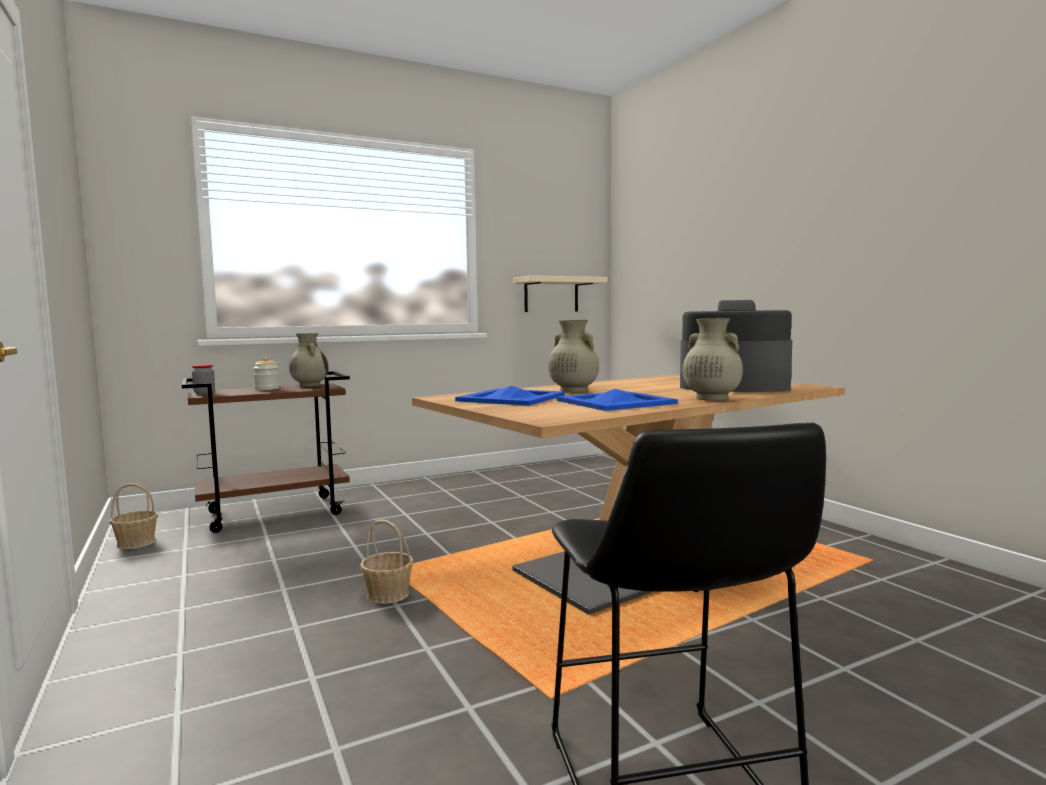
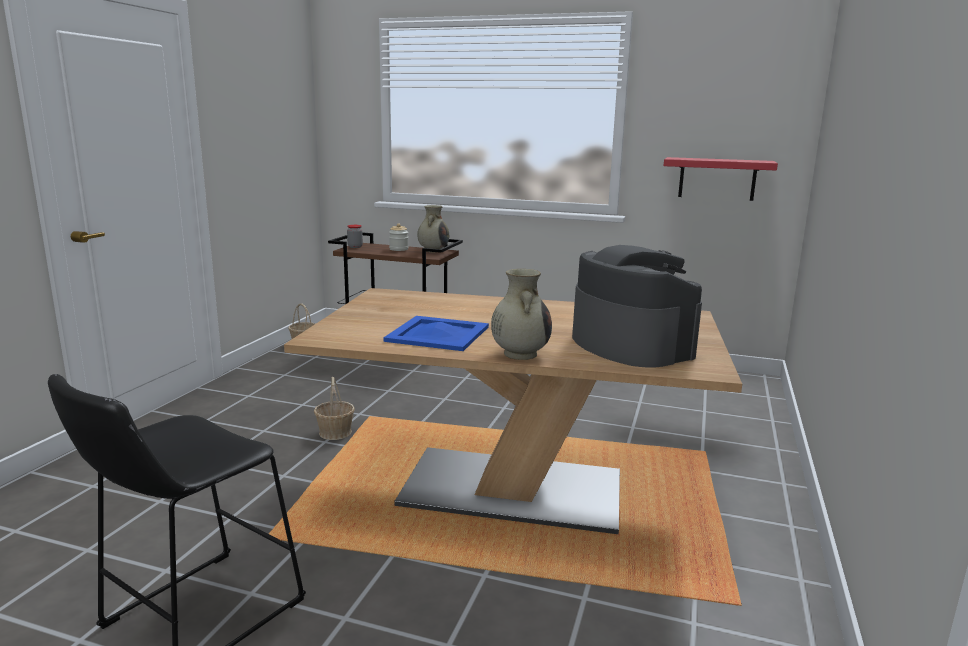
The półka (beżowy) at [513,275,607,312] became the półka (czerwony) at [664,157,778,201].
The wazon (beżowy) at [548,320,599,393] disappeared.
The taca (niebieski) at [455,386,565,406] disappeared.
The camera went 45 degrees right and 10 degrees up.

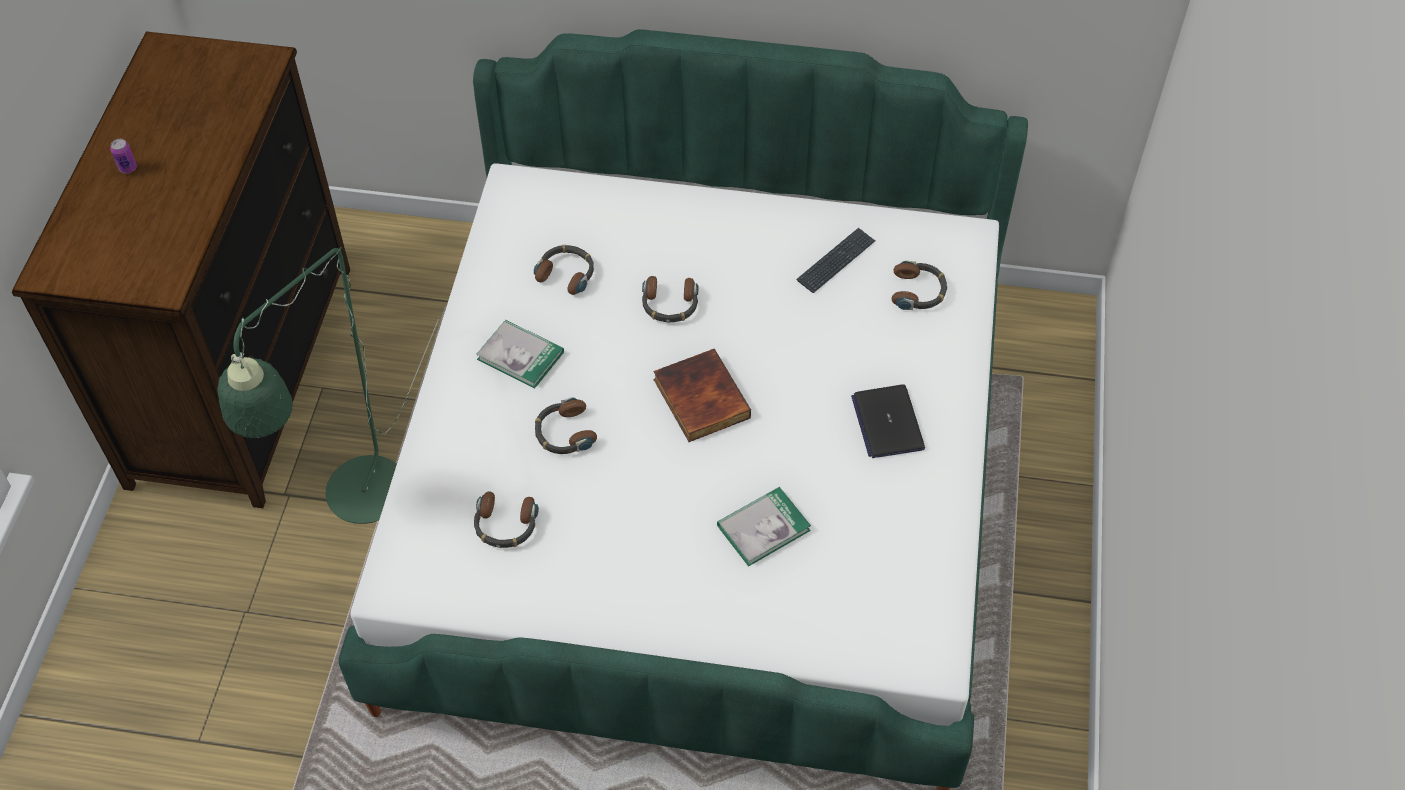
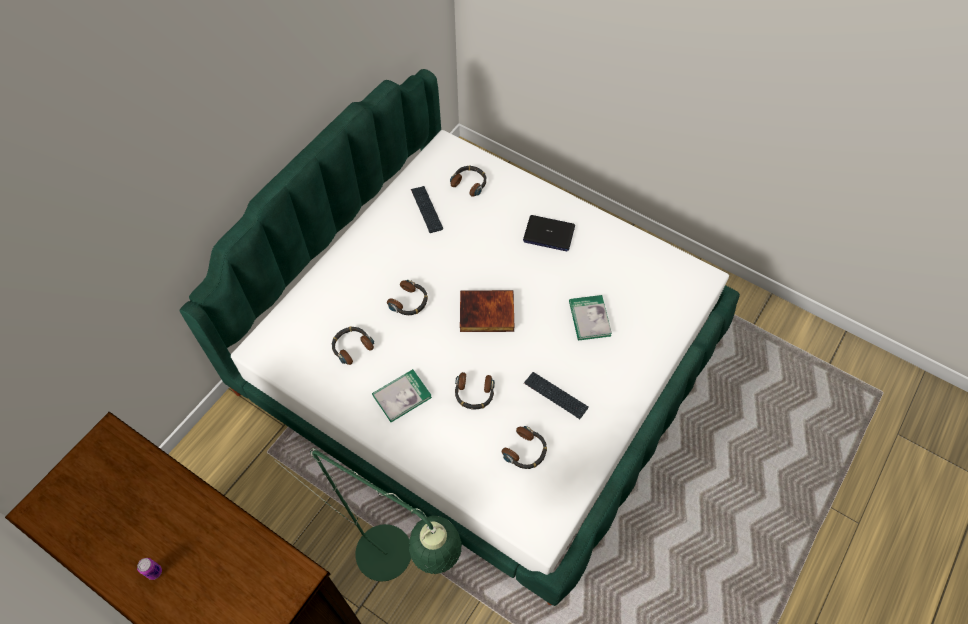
The klawiatura at [524,372,589,419] appeared.
The camera went 65 degrees left and 5 degrees up.

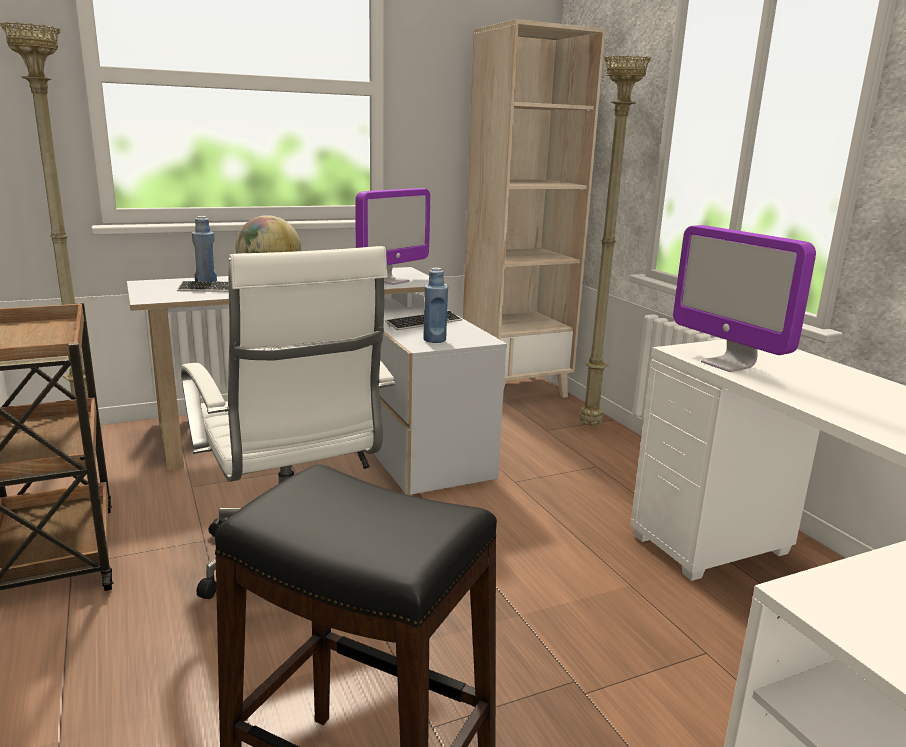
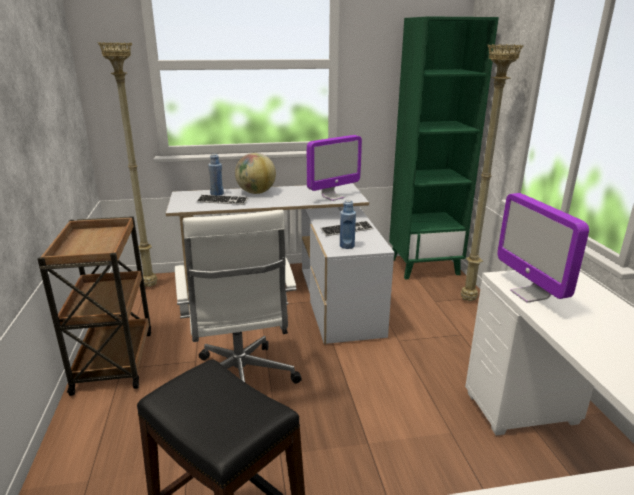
The regał (beżowy) at [463,19,606,398] became the regał (zielony) at [389,16,499,280].
The camera went 15 degrees right and 5 degrees up.

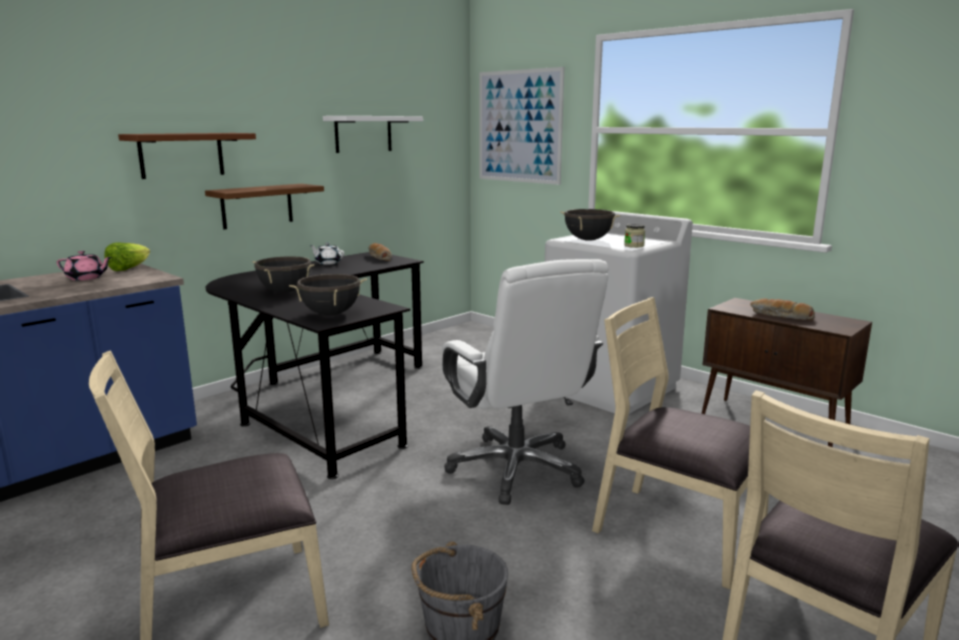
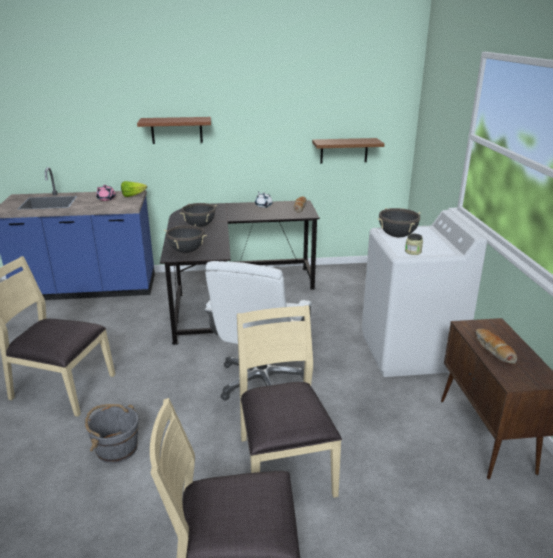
The obraz at [479,67,564,185] disappeared.
The półka (biały) at [323,116,423,153] disappeared.
The półka (brązowy) moved from [205,184,324,229] to [312,138,385,164].
The camera went 40 degrees right and 10 degrees up.

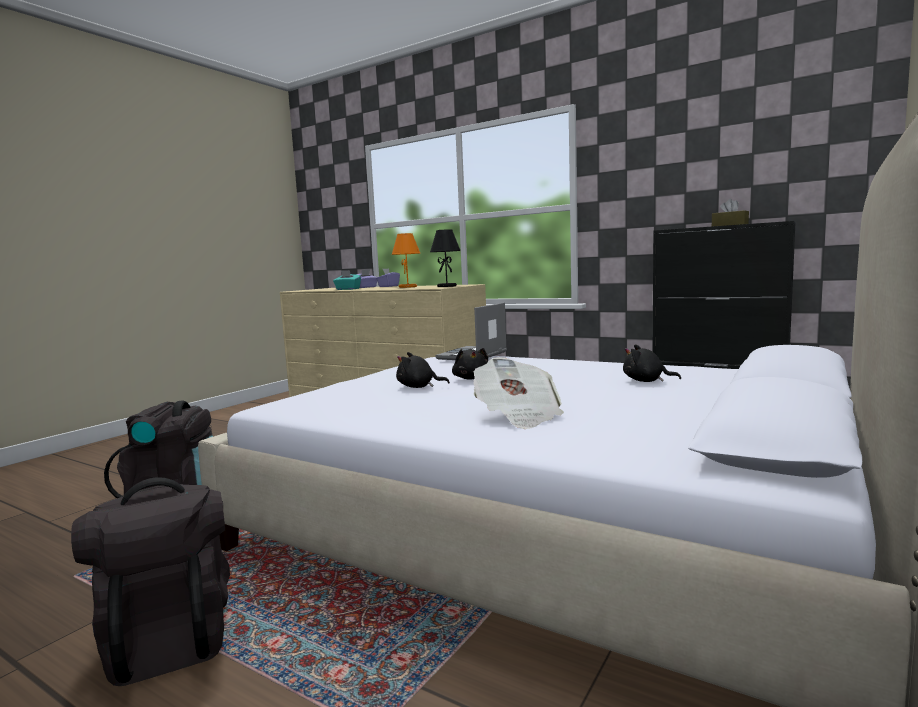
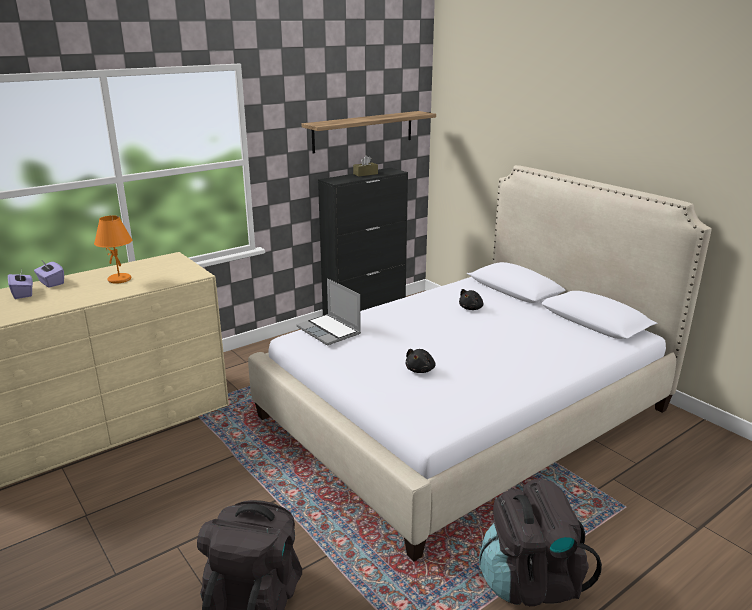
The lampa stołowa (czarny) at [430,229,461,287] disappeared.
The pudełko chusteczek (turkusowy) at [333,270,361,290] disappeared.
The pluszak (czarny) at [452,348,488,380] disappeared.
The gazeta at [473,357,564,429] disappeared.
The półka at [302,111,436,153] appeared.
The camera went 70 degrees left and 15 degrees up.

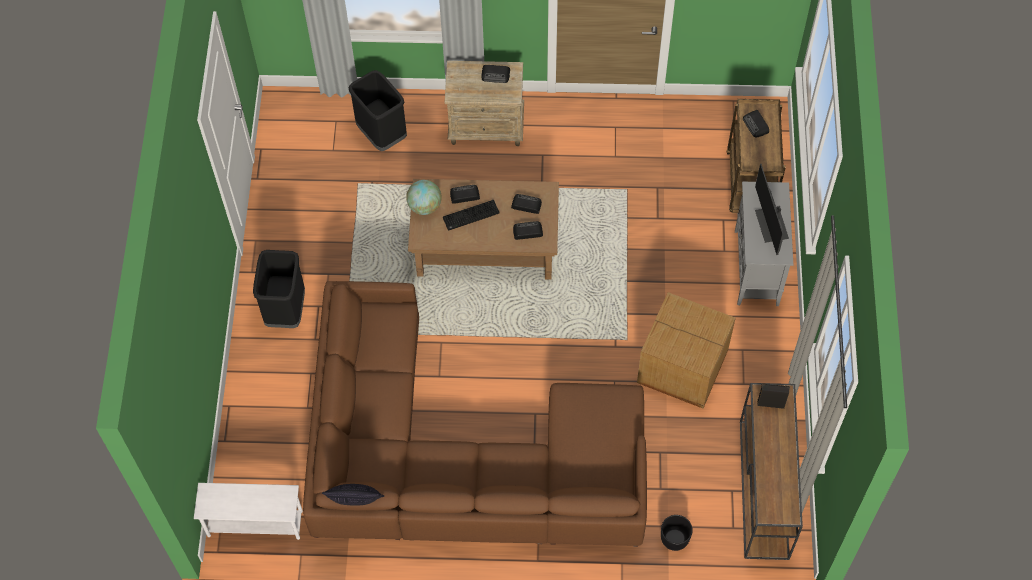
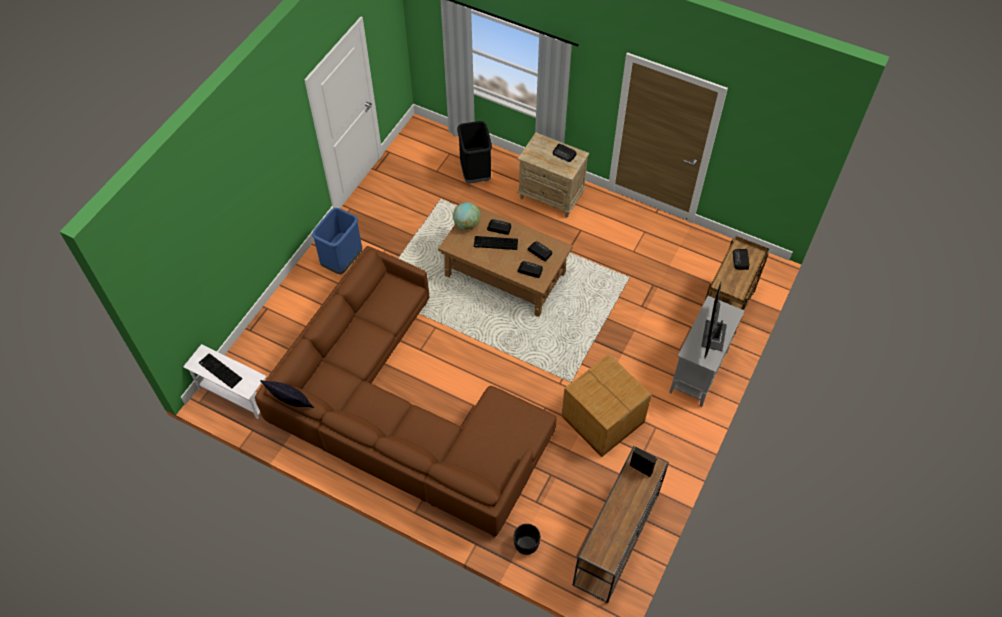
The kosz na śmieci (czarny) at [253,250,305,328] became the kosz na śmieci (niebieski) at [312,208,362,274].
The klawiatura at [199,353,242,388] appeared.
The camera went 25 degrees right and 5 degrees down.

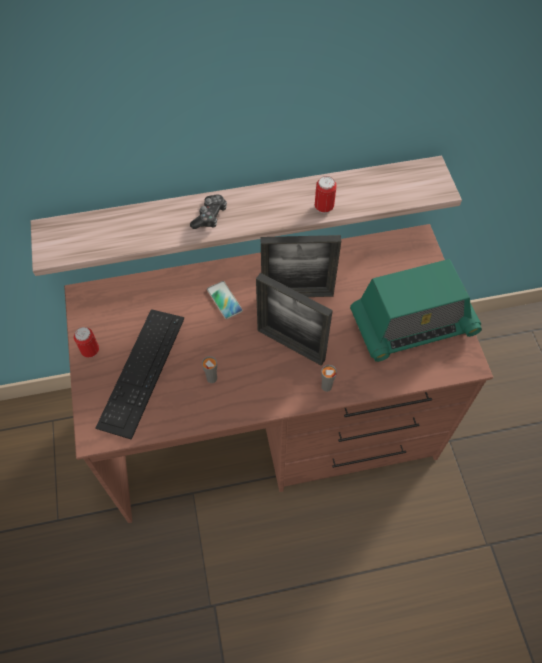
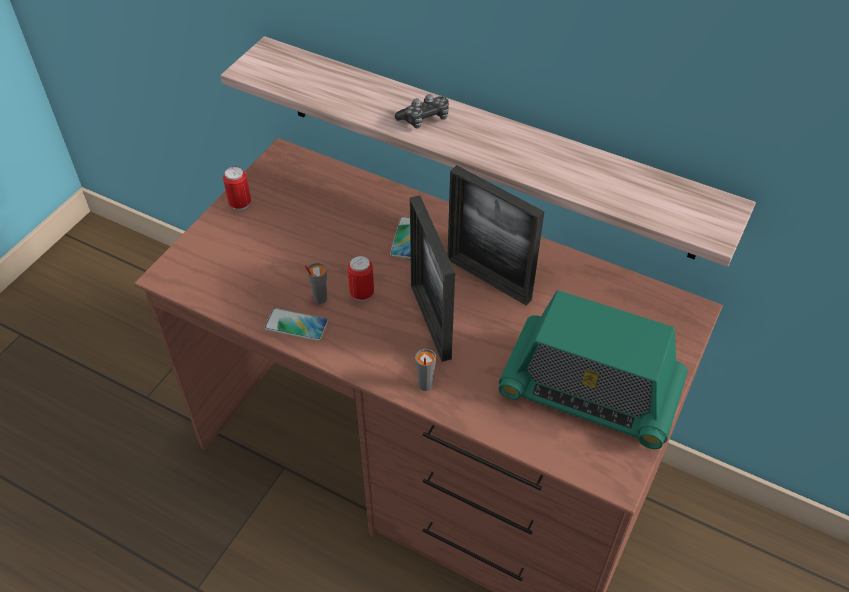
The puszka moved from [315,176,337,213] to [348,256,374,301].
The klawiatura at [95,309,184,440] disappeared.
The telefon at [264,308,328,341] appeared.
The camera went 40 degrees right and 10 degrees down.

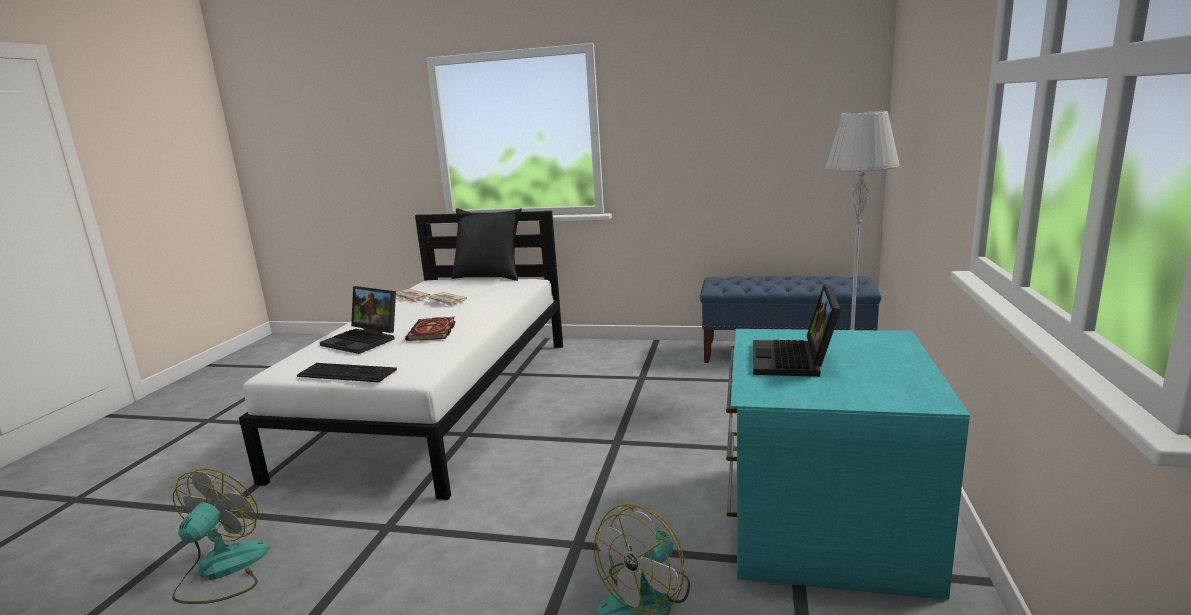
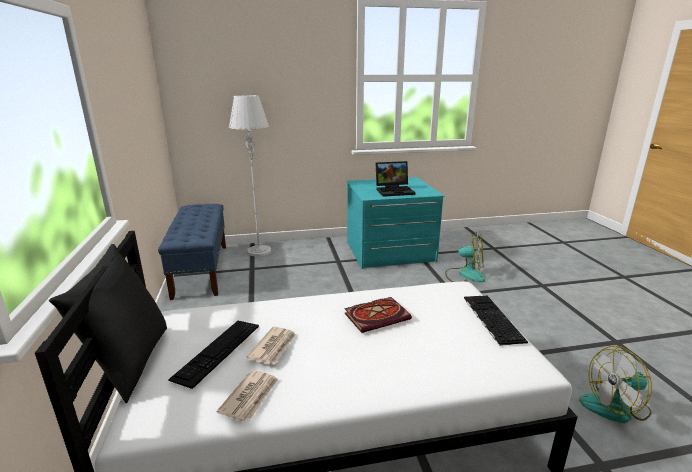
The laptop at [320,286,396,354] disappeared.
The klawiatura at [168,321,259,389] appeared.
The camera went 115 degrees left and 5 degrees up.

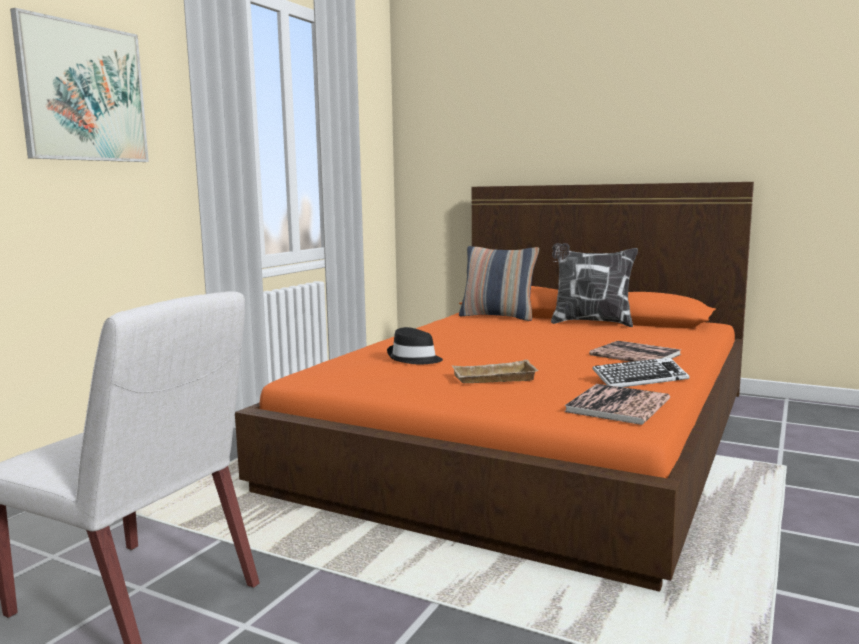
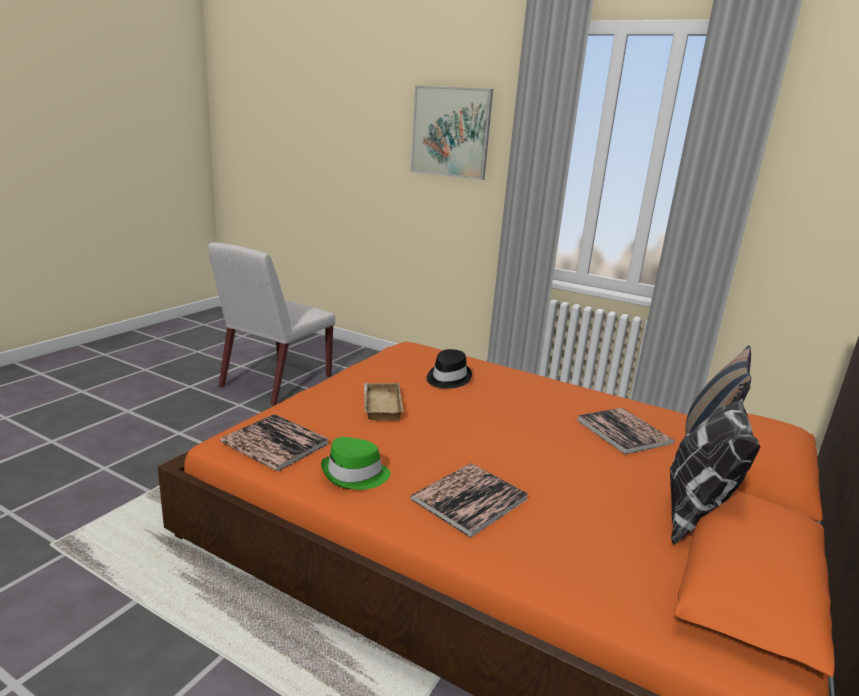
The klawiatura at [592,358,689,387] was replaced by the kapelusz (zielony) at [321,437,390,490].
The książka at [577,408,674,455] appeared.
The camera went 90 degrees right and 10 degrees up.

